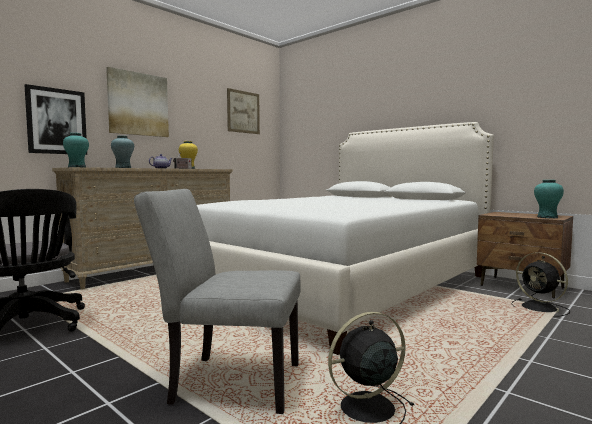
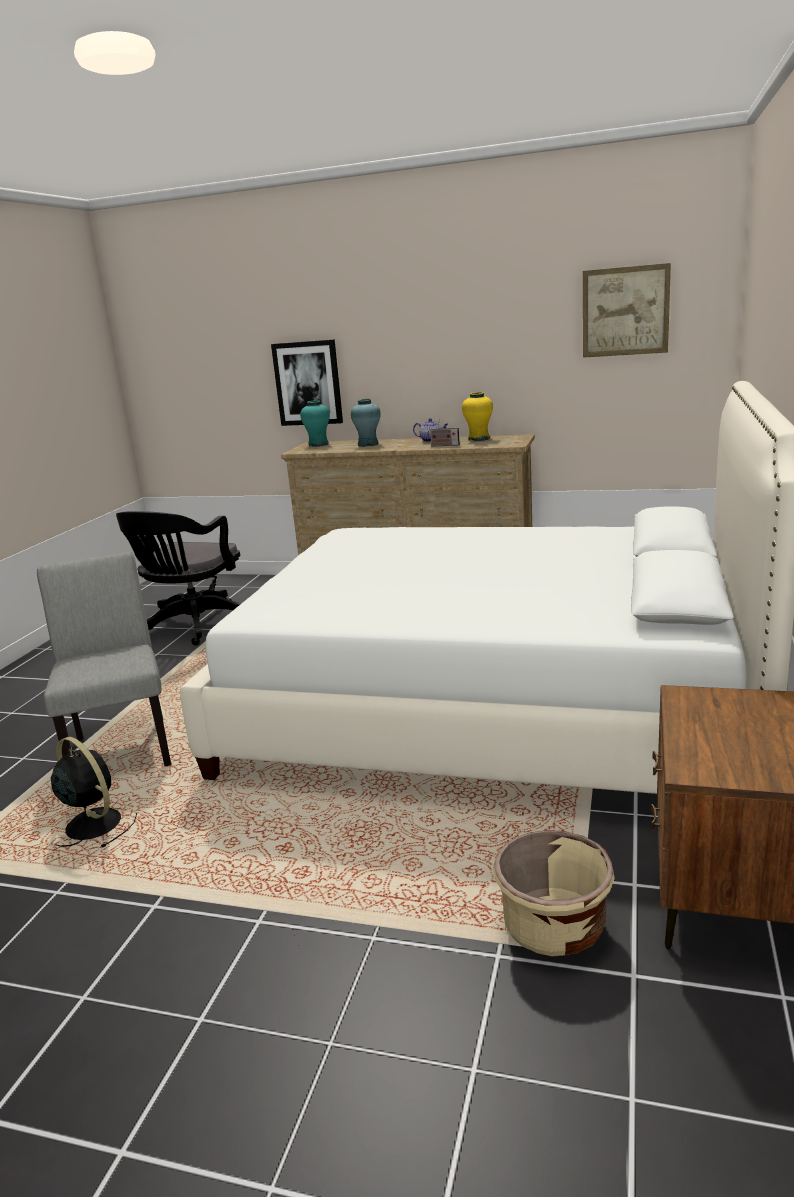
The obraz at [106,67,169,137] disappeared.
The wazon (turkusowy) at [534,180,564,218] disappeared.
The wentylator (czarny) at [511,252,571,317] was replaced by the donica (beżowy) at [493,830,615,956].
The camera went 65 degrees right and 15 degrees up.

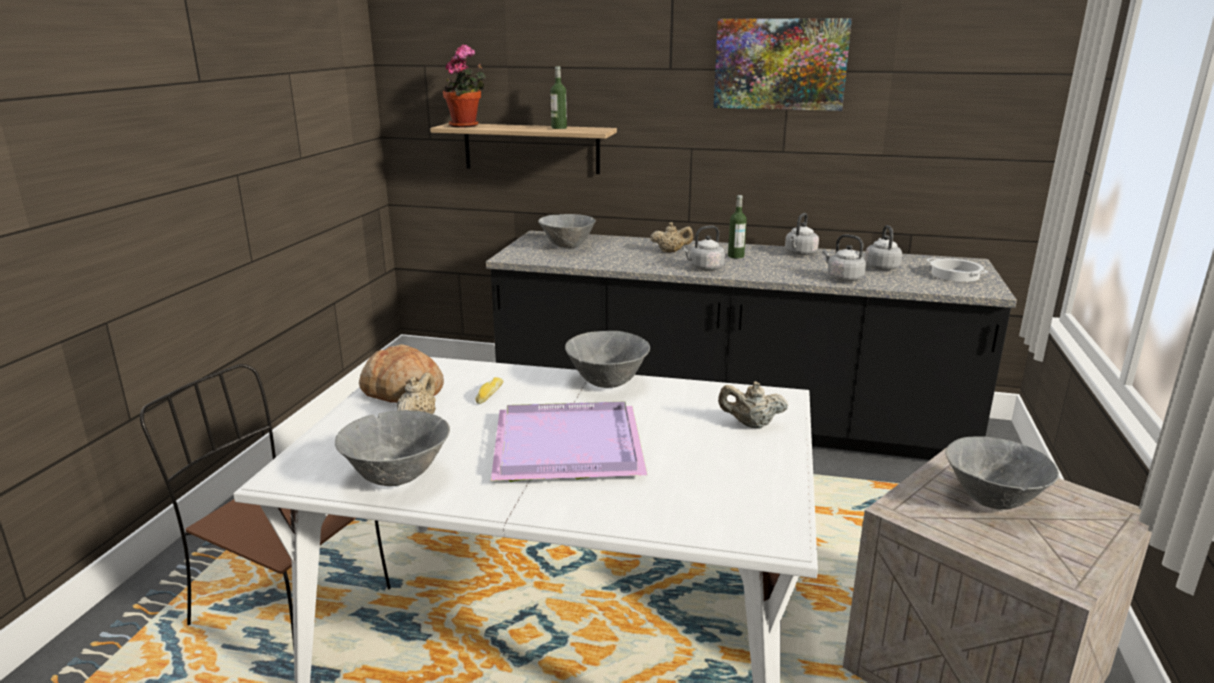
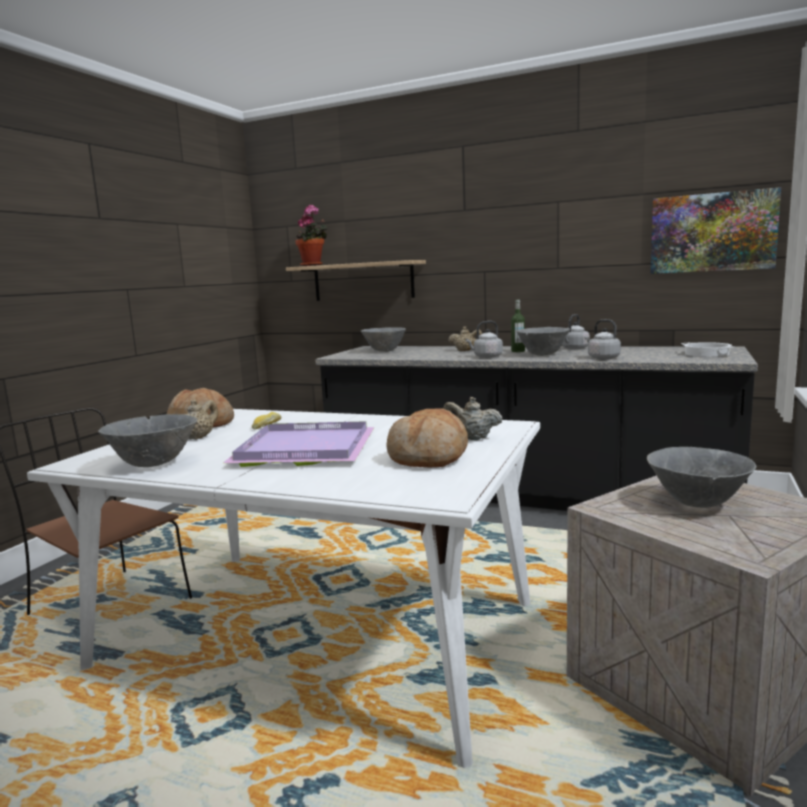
The obraz moved from [714,19,852,111] to [651,187,781,274].
The butelka at [550,66,567,129] disappeared.
The czajnik (szary) at [865,225,902,270] disappeared.
The miska (szary) moved from [565,331,650,388] to [516,327,570,356].
The chleb at [386,409,468,467] appeared.
The camera went 10 degrees right and 10 degrees down.

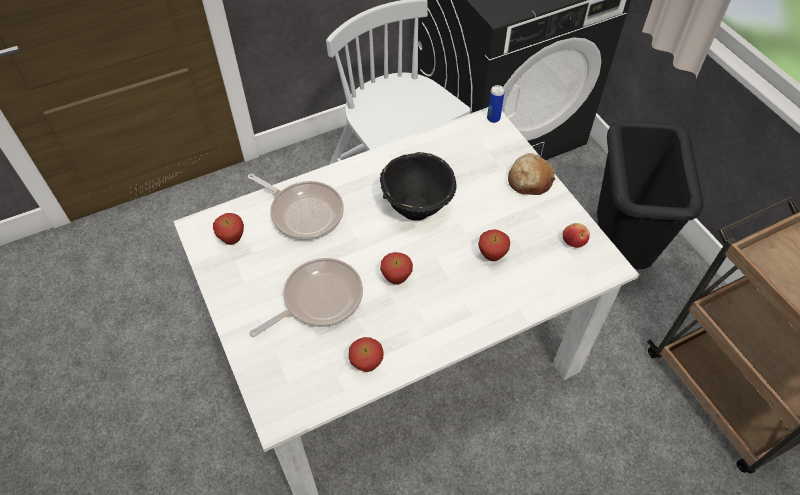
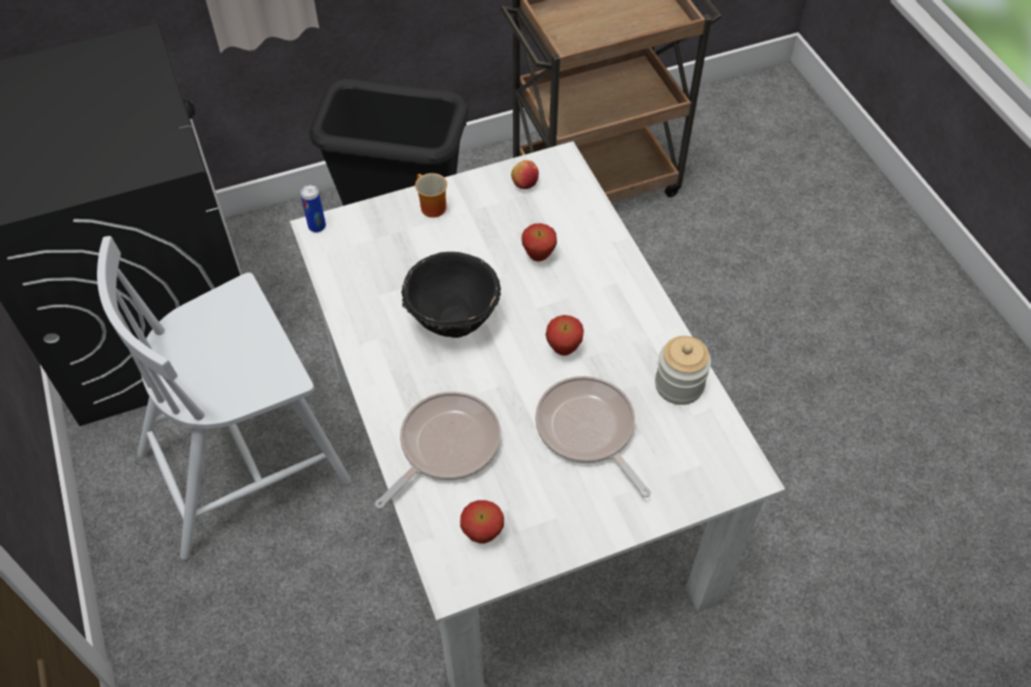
The chleb at [508,153,555,195] was replaced by the kubek at [415,173,447,218].
The jabłko at [349,337,384,372] was replaced by the słoik at [655,336,711,405].
The camera went 85 degrees left and 0 degrees up.

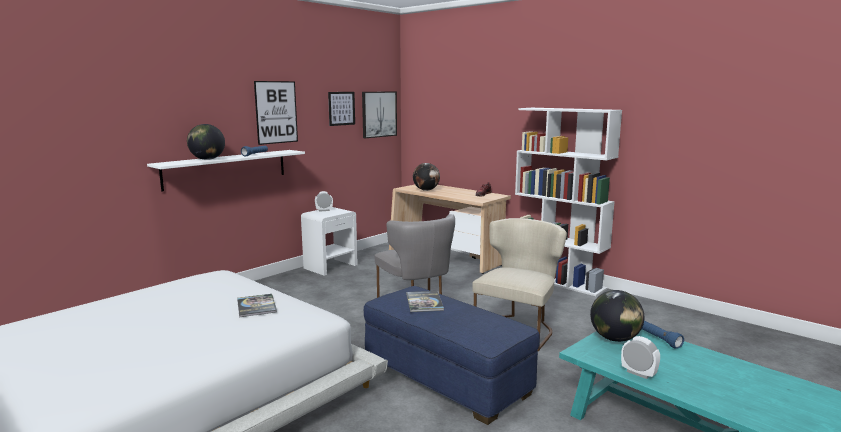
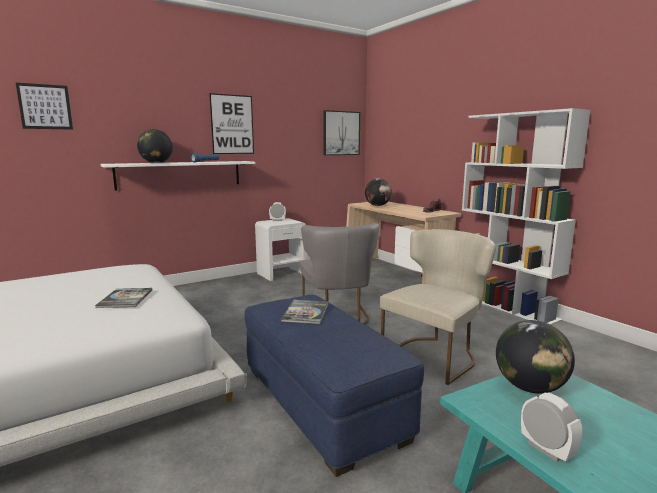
The obraz moved from [328,92,355,126] to [16,83,73,130].
The latarka (niebieski) at [642,321,684,349] disappeared.
The camera went 15 degrees right and 0 degrees up.

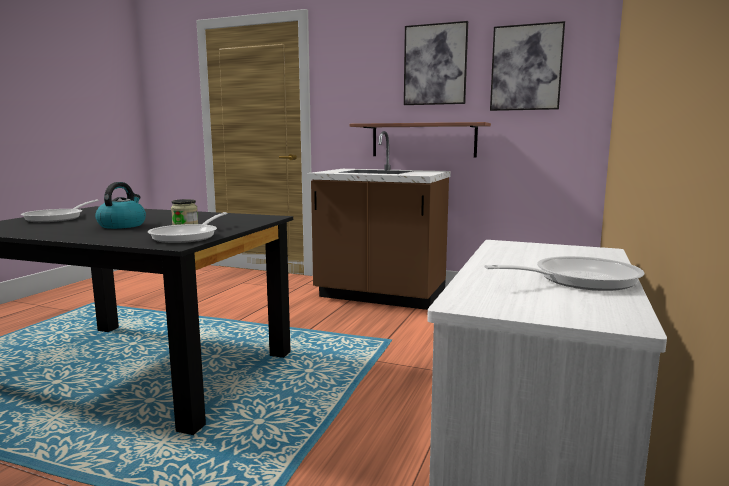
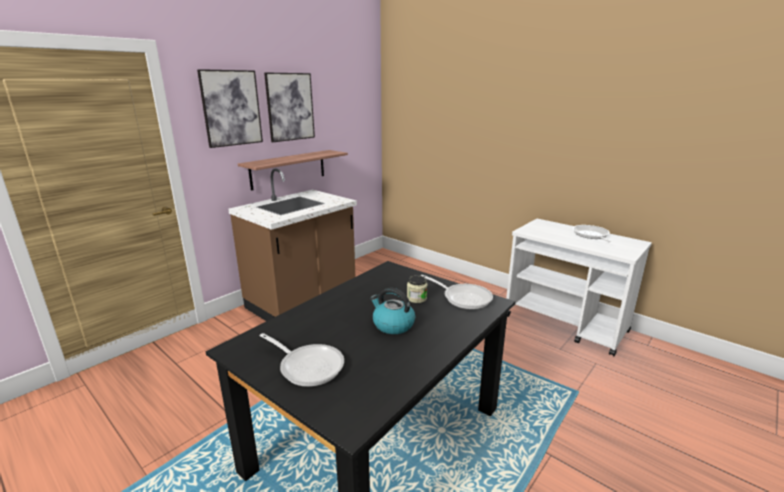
The obraz moved from [490,21,565,111] to [197,69,263,148].
The camera went 70 degrees left and 10 degrees up.

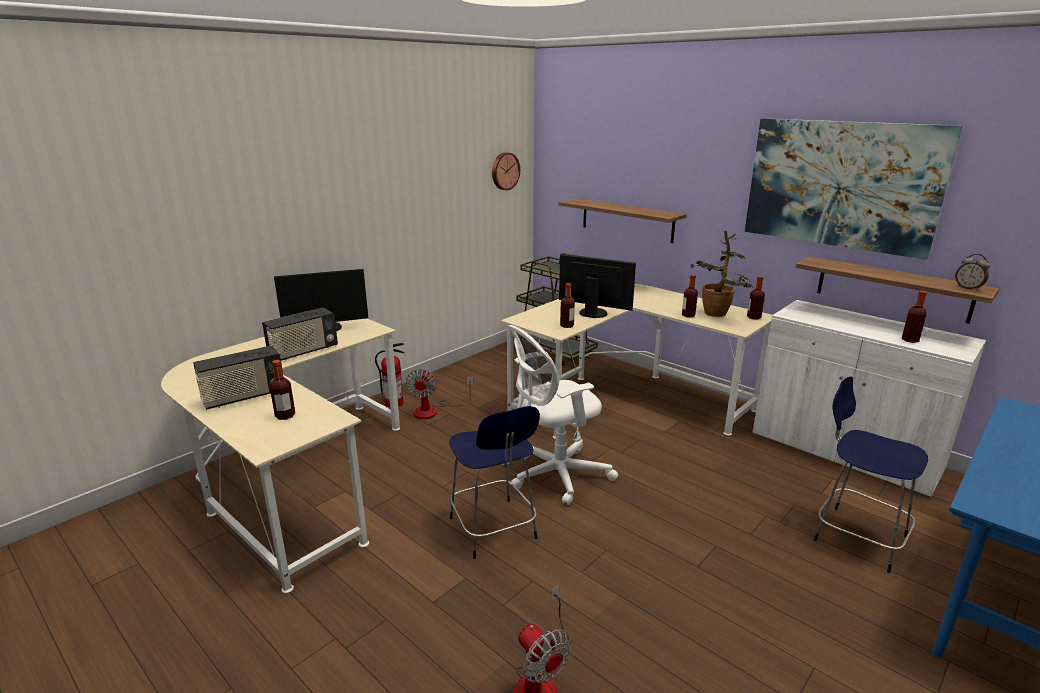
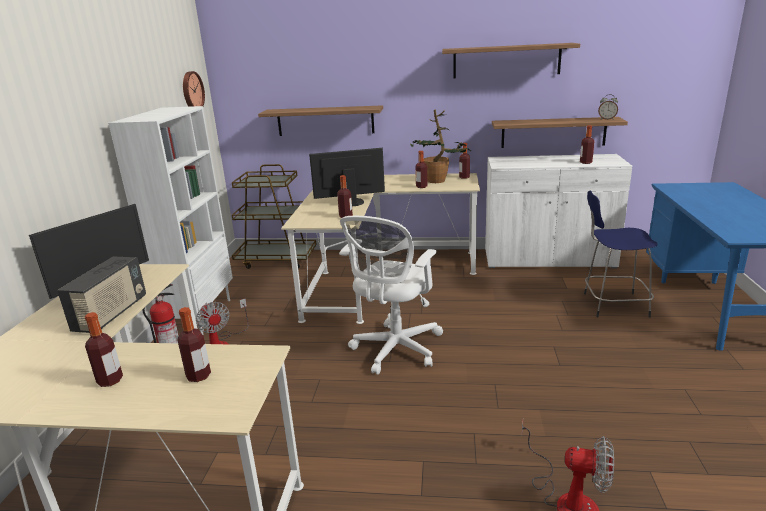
The obraz at [745,118,963,260] was replaced by the półka at [442,43,580,79].
The radio at [193,345,284,410] was replaced by the butelka at [85,312,123,387].
The stołek (niebieski) at [449,406,540,559] disappeared.
The regał (biały) at [108,106,233,335] appeared.
The camera went 35 degrees left and 0 degrees up.

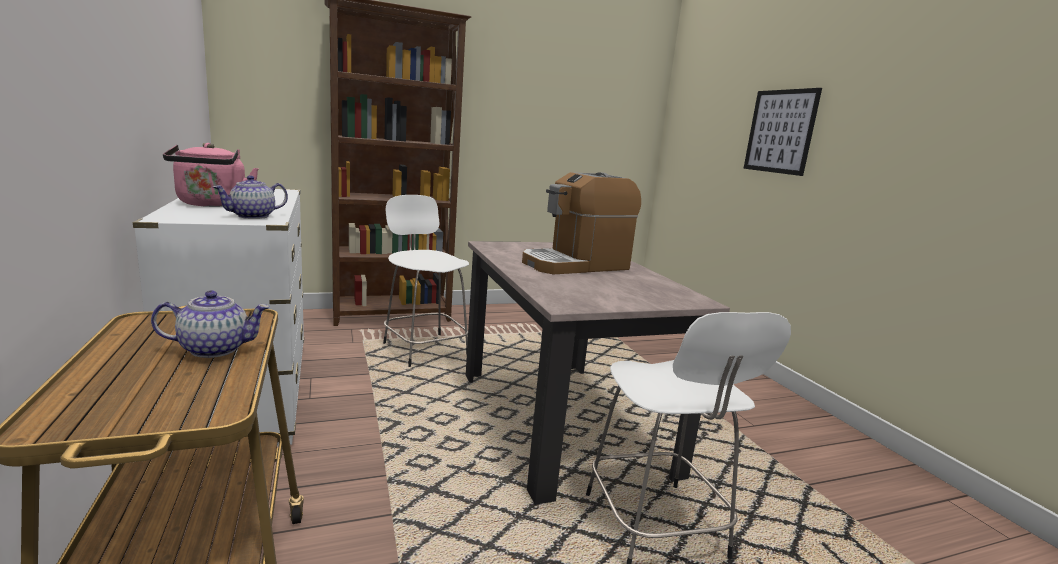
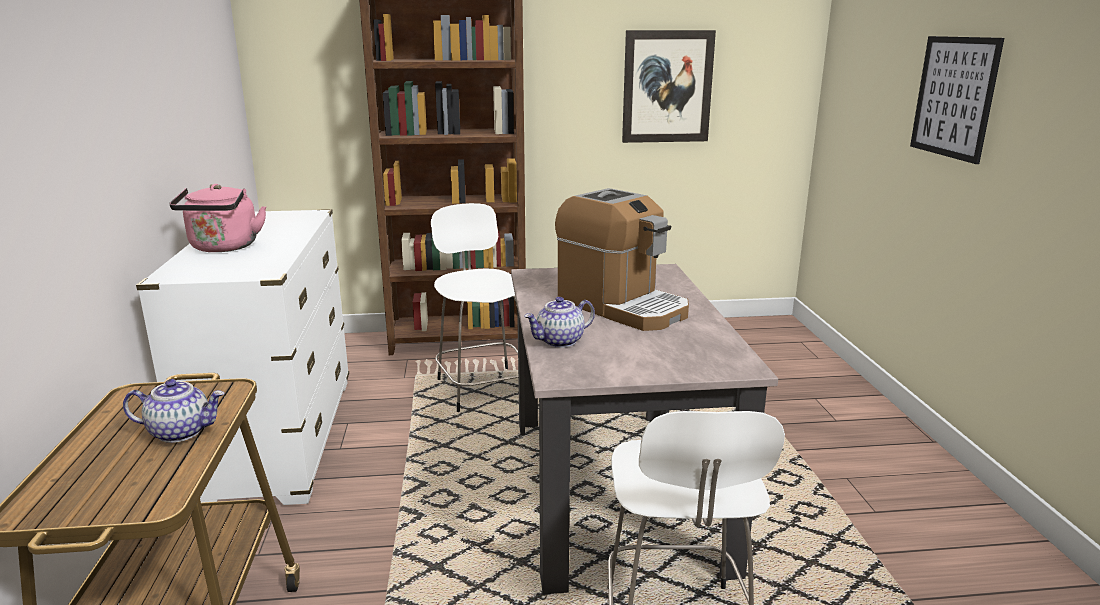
The ekspres do kawy at [522,172,641,275] turned 120 degrees counterclockwise.
The imbryk moved from [213,176,288,219] to [524,297,595,348].
The obraz at [622,30,716,143] appeared.
The camera went 15 degrees right and 5 degrees up.

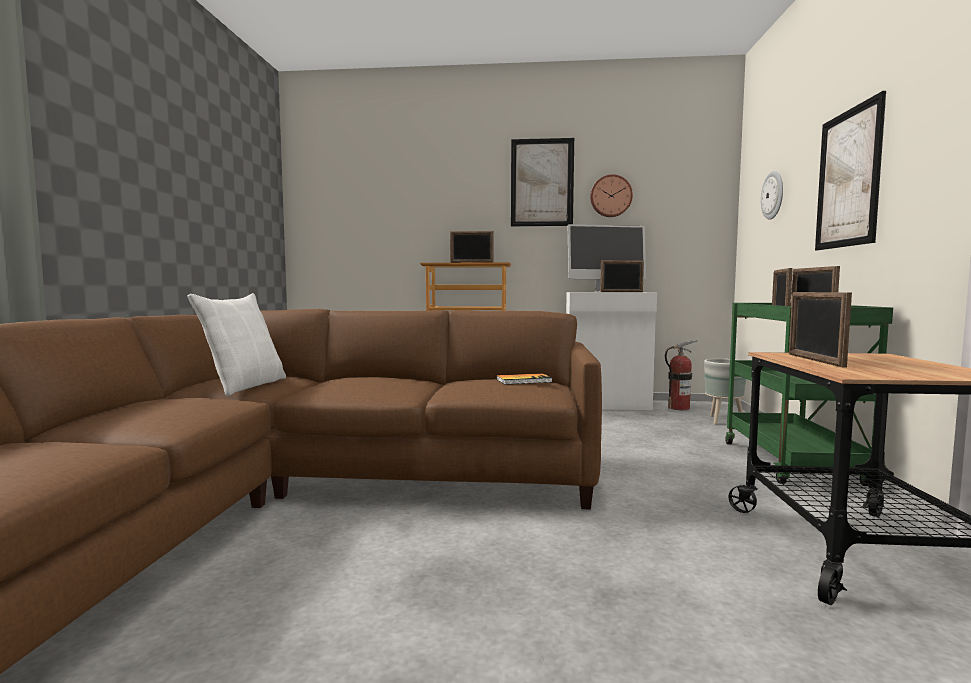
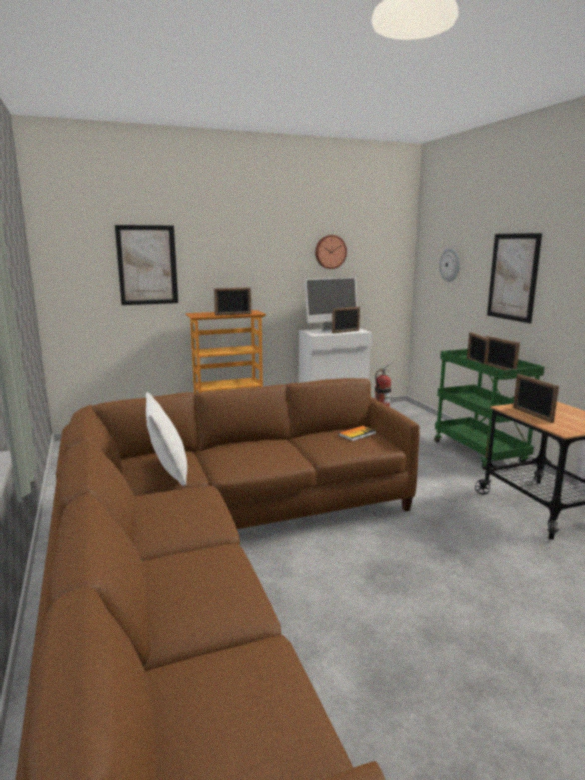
The obraz moved from [511,138,574,226] to [115,225,178,305].
The donica (szary) at [704,359,746,424] disappeared.
The camera went 25 degrees left and 10 degrees up.

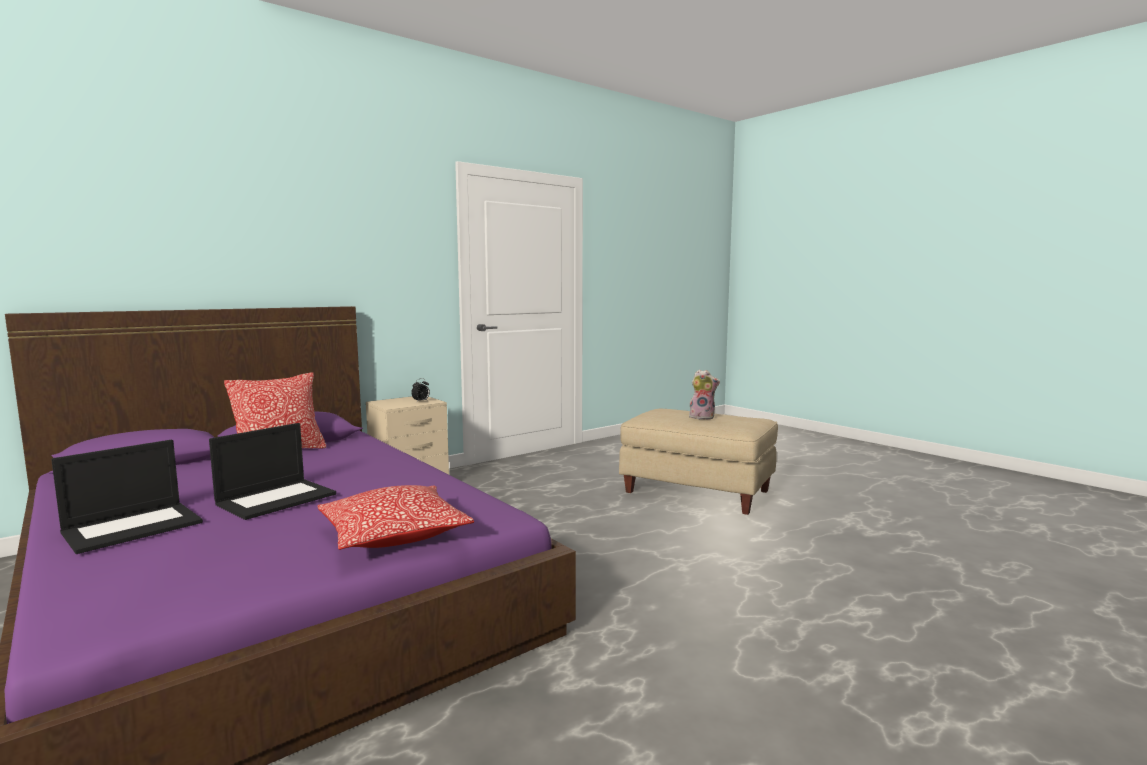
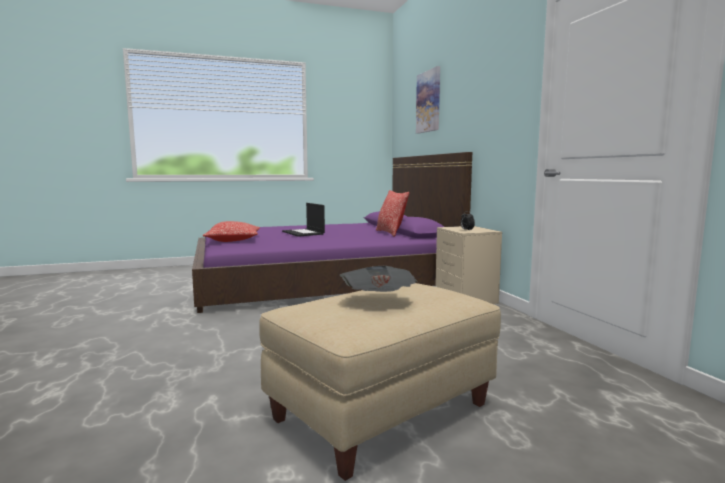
The pluszak at [689,370,720,420] was replaced by the gazeta at [339,266,417,292].
The laptop at [51,440,203,554] disappeared.
The obraz at [416,66,440,134] appeared.
The camera went 110 degrees right and 0 degrees up.

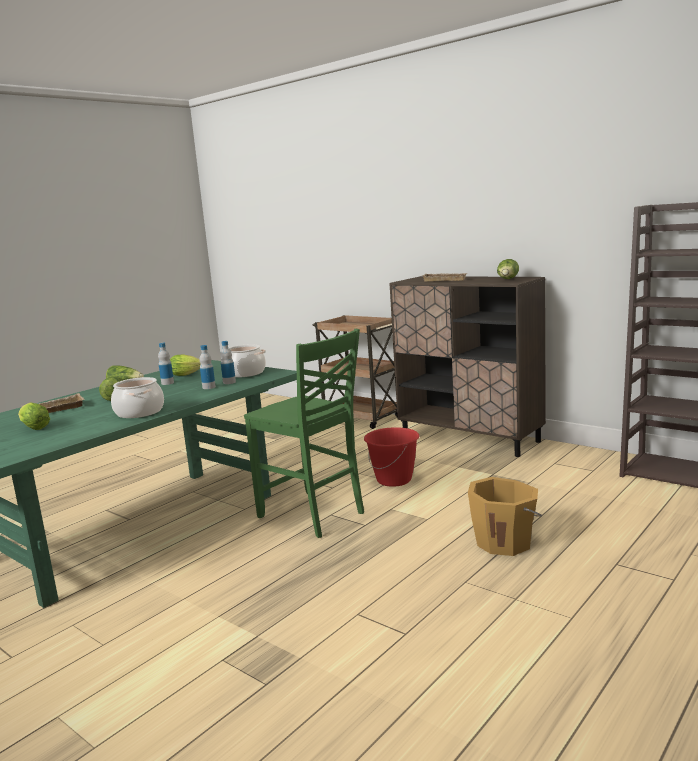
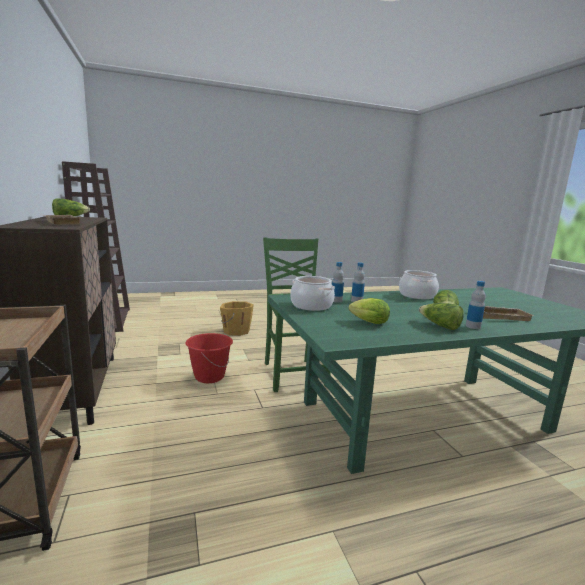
The butelka moved from [158,343,174,385] to [466,281,486,329].
The sałata at [18,402,50,430] disappeared.
The camera went 150 degrees left and 0 degrees up.

